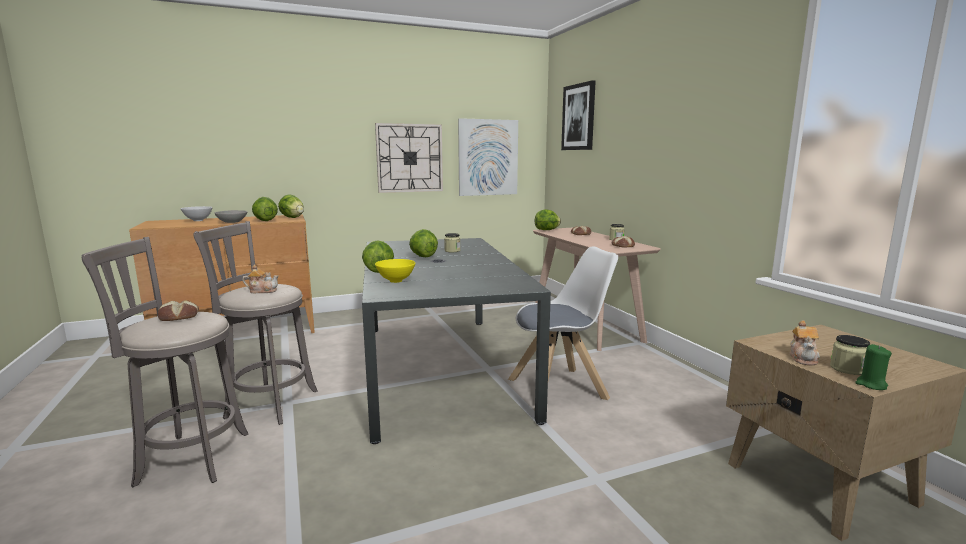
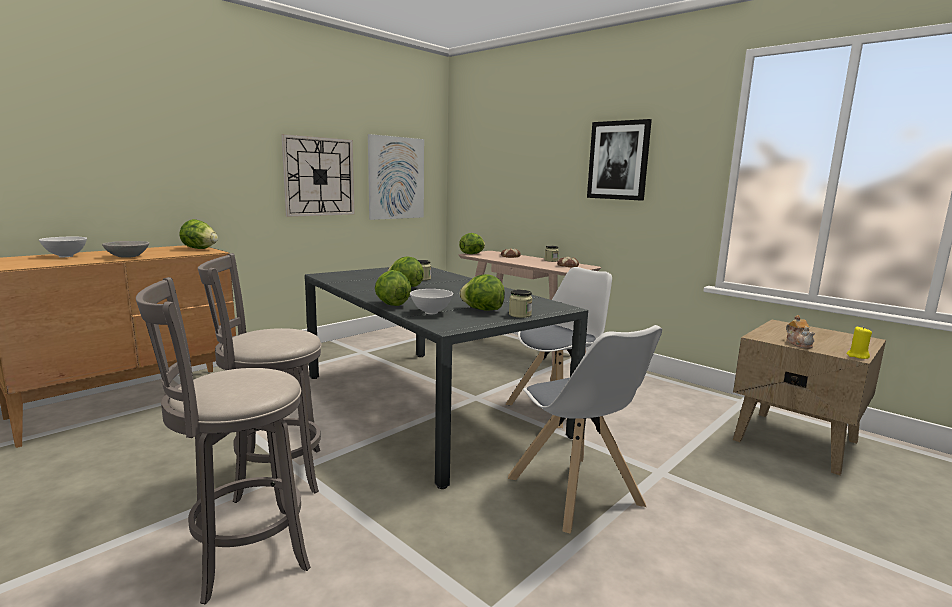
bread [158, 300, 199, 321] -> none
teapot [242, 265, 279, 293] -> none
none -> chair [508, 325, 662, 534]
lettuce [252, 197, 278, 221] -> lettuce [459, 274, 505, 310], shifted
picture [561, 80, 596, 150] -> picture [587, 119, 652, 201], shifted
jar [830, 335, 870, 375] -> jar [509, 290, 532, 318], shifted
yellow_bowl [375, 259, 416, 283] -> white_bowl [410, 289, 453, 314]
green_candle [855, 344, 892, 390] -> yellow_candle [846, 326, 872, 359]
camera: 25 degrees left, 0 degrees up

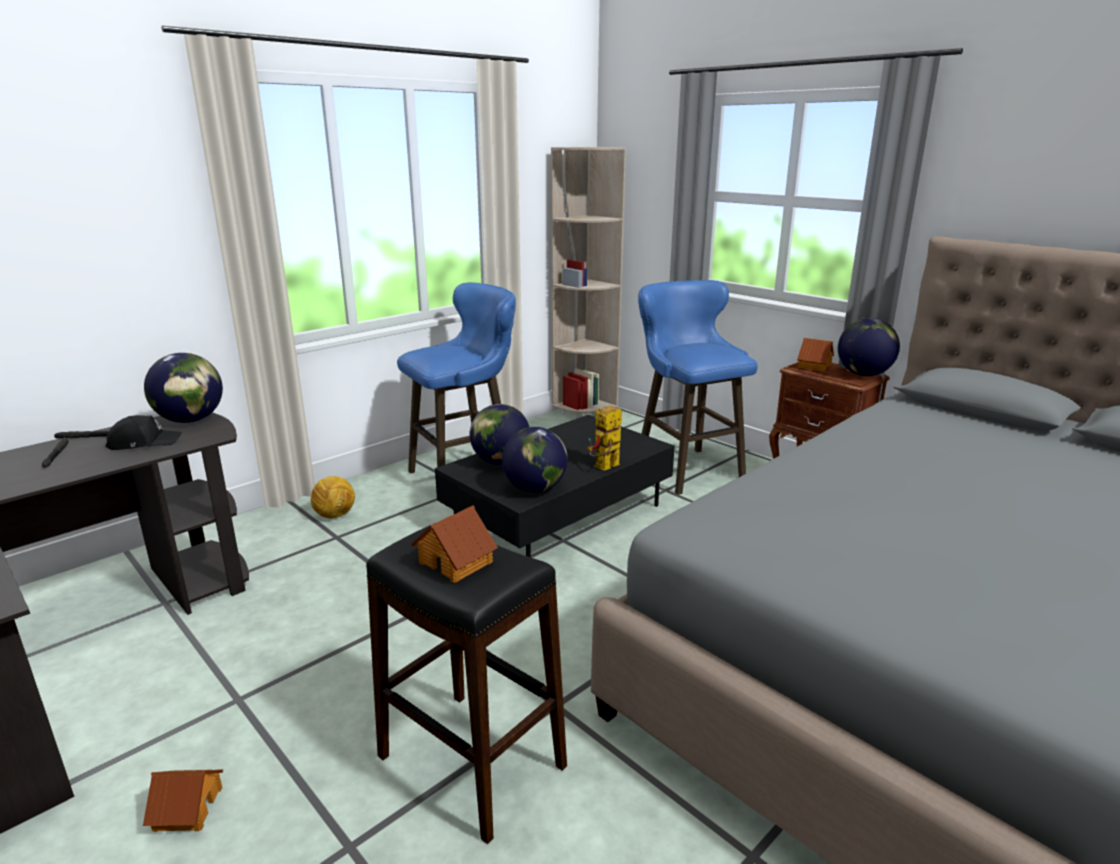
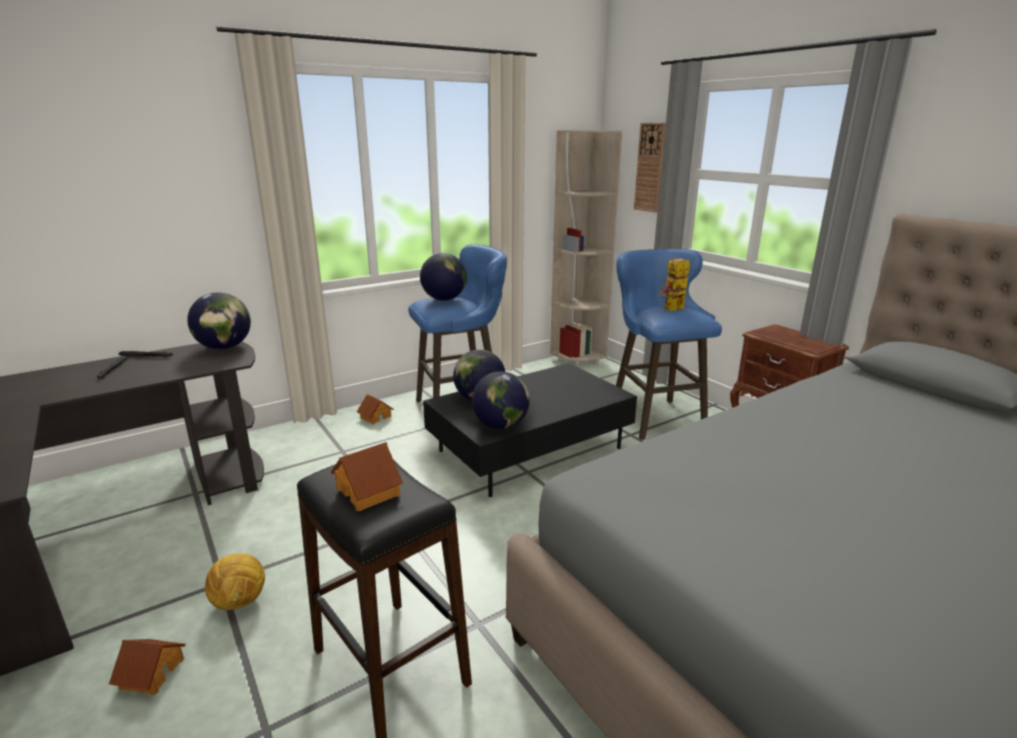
black_cap [106, 415, 182, 450] -> none
none -> wall_clock [634, 123, 666, 213]
football [311, 476, 355, 519] -> football [205, 553, 265, 610], shifted
toy_robot [587, 405, 622, 471] -> toy_robot [659, 258, 690, 311], shifted
toy_house [797, 338, 834, 372] -> toy_house [357, 394, 393, 424], shifted
globe [838, 318, 900, 376] -> globe [420, 253, 467, 301], shifted
camera: 10 degrees right, 0 degrees up

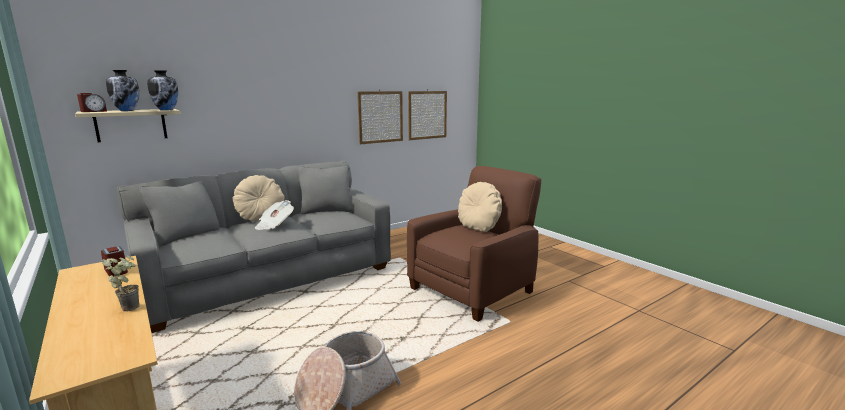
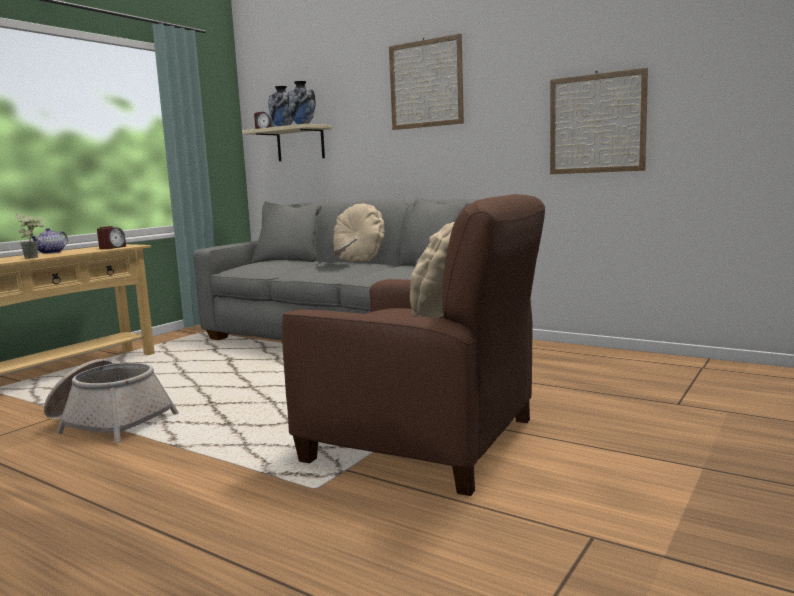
none -> teapot [32, 228, 68, 254]
picture [408, 89, 447, 140] -> picture [389, 34, 464, 130], shifted
camera: 70 degrees right, 5 degrees down

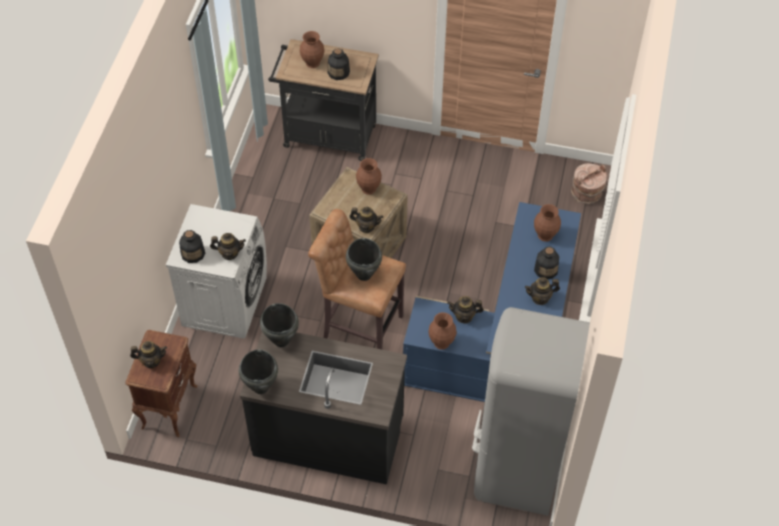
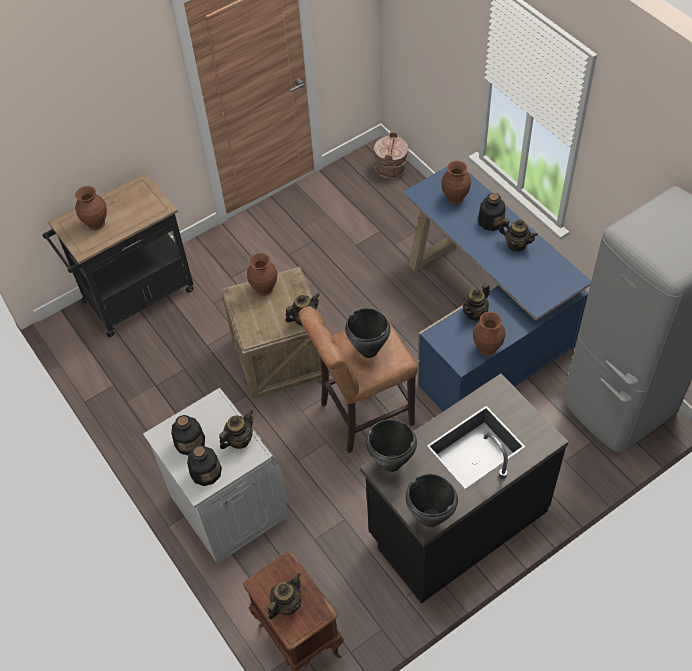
bottle [328, 48, 350, 80] -> bottle [171, 415, 205, 455], shifted
teapot [525, 277, 560, 305] -> teapot [499, 219, 538, 251], 90 degrees counterclockwise
camera: 45 degrees left, 0 degrees up

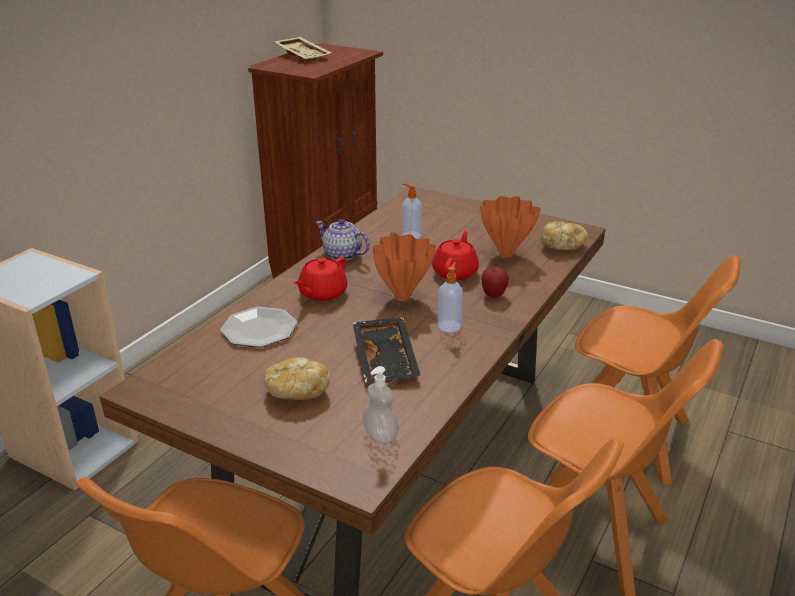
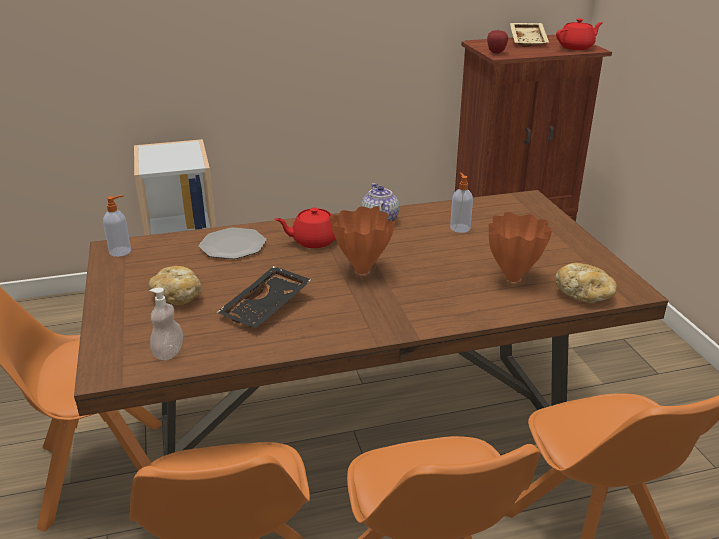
red_teapot [432, 231, 479, 280] -> red_teapot [556, 19, 603, 50], shifted
soap_dispenser [438, 262, 463, 332] -> soap_dispenser [103, 195, 131, 257], shifted
apple [481, 267, 509, 298] -> apple [487, 30, 508, 53], shifted
camera: 45 degrees right, 0 degrees up

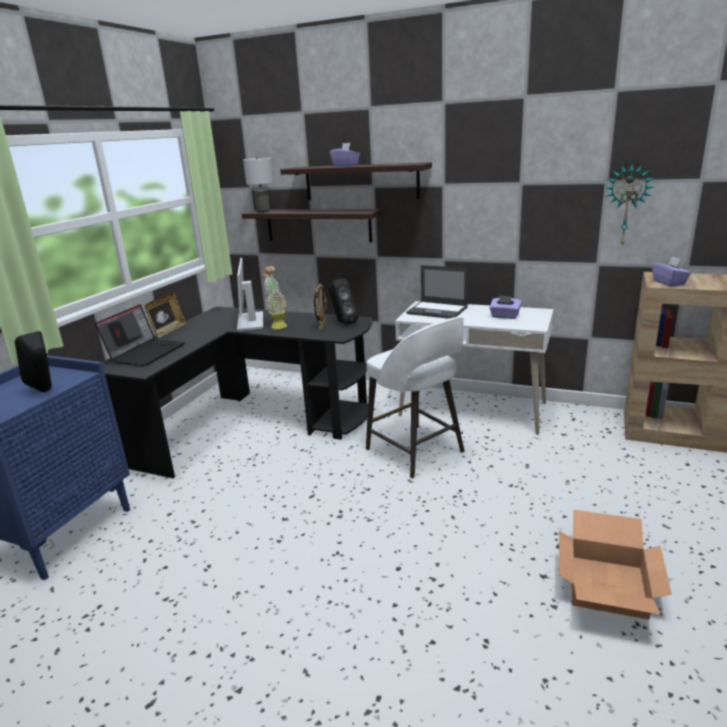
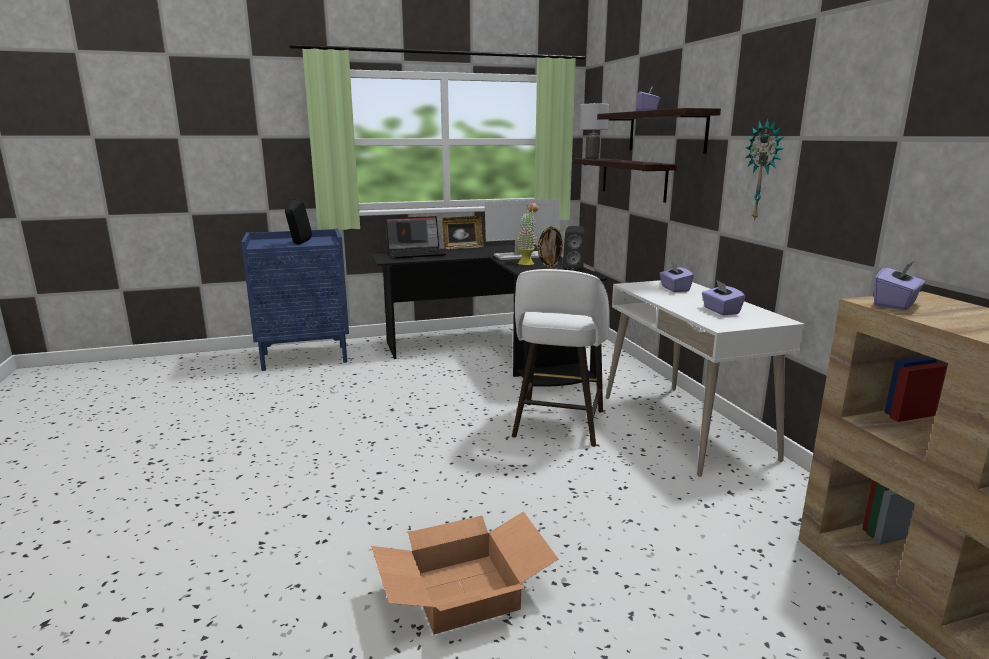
wall_clock [605, 163, 653, 245] -> wall_clock [745, 118, 784, 222], shifted
laptop [406, 265, 468, 319] -> purple_tissue_box [659, 262, 694, 292]
monitor [237, 258, 263, 331] -> monitor [485, 199, 560, 260], 150 degrees counterclockwise
camera: 50 degrees right, 5 degrees down

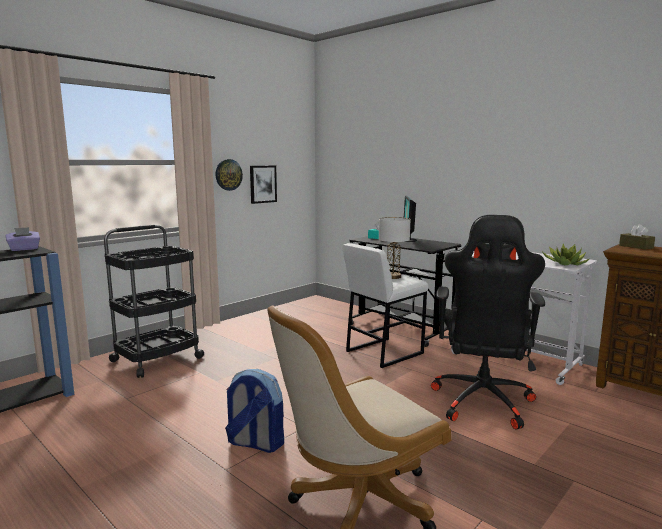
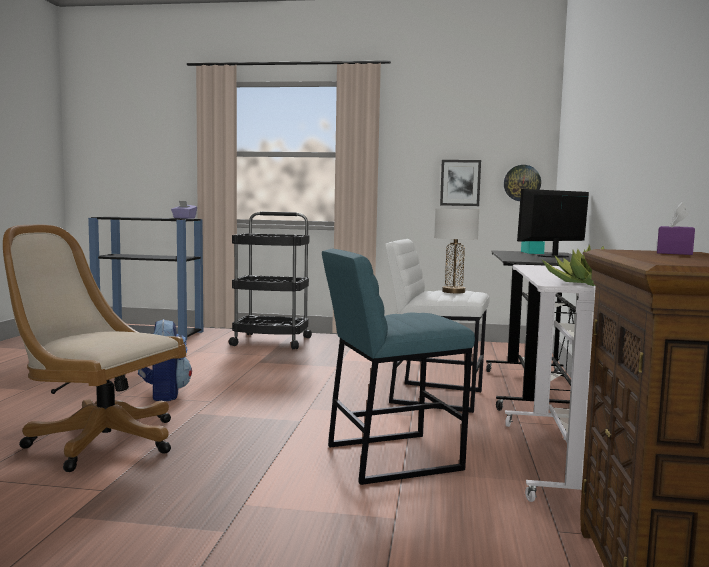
wall_clock [216, 159, 243, 191] -> wall_clock [504, 165, 541, 201], shifted
black_office_chair [431, 215, 545, 430] -> blue_stool [322, 249, 475, 485]
brown_tissue_box [619, 224, 655, 249] -> purple_tissue_box [657, 202, 695, 255]
camera: 55 degrees right, 5 degrees down

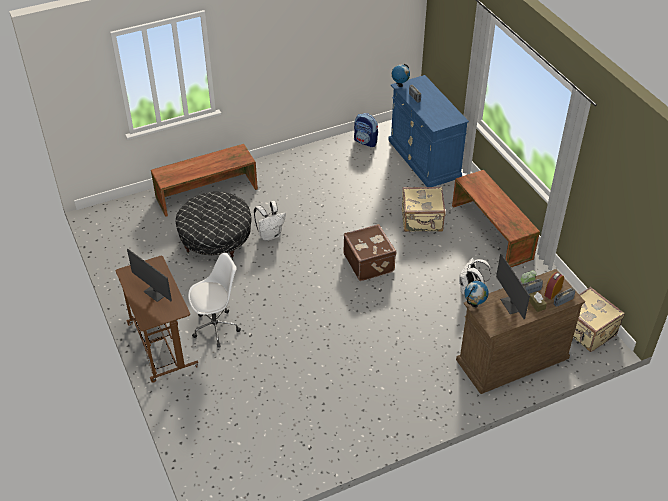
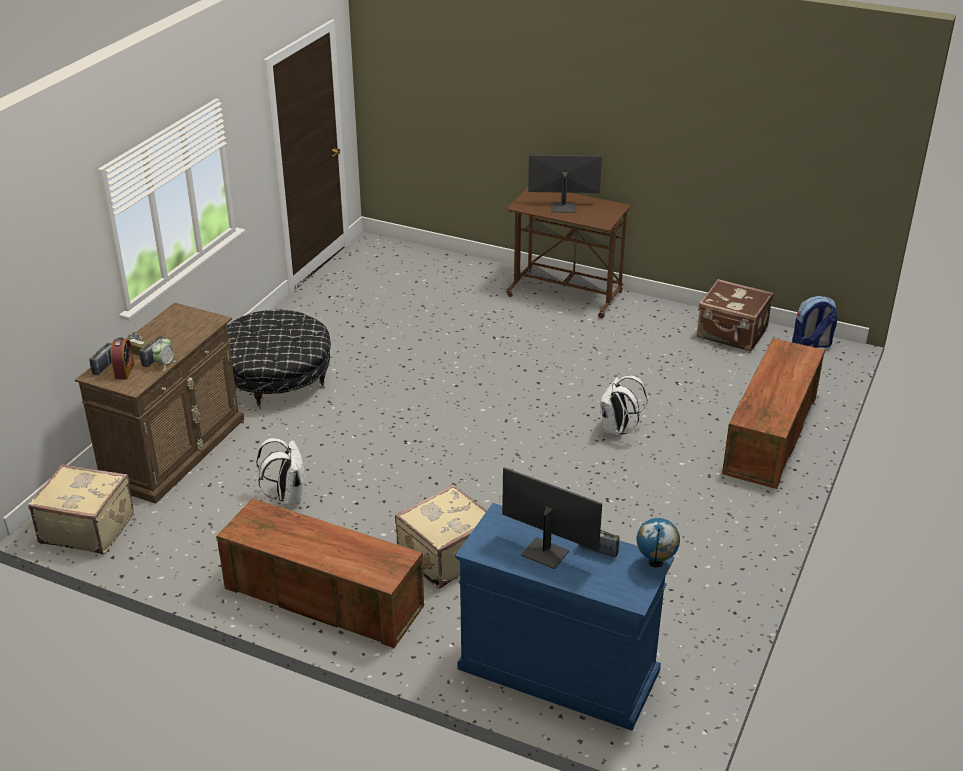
white_office_chair [188, 253, 241, 347] -> none
globe [464, 281, 489, 307] -> none
black_ottoman [176, 192, 252, 260] -> black_ottoman [227, 310, 331, 409], shifted
brown_suitcase [343, 224, 396, 281] -> brown_suitcase [697, 279, 773, 352], shifted
backpack [354, 113, 378, 147] -> backpack [792, 296, 838, 348], shifted
monitor [496, 253, 530, 319] -> monitor [502, 467, 602, 569], shifted
camera: 140 degrees right, 10 degrees down

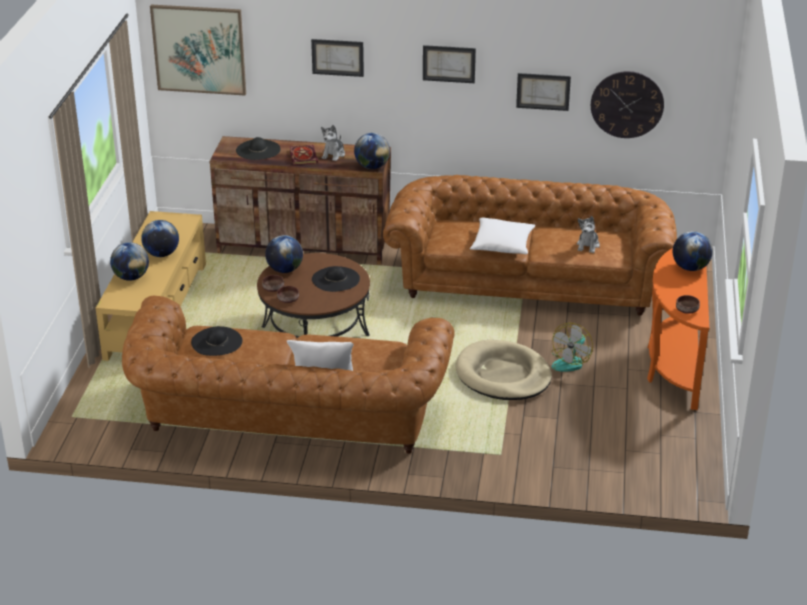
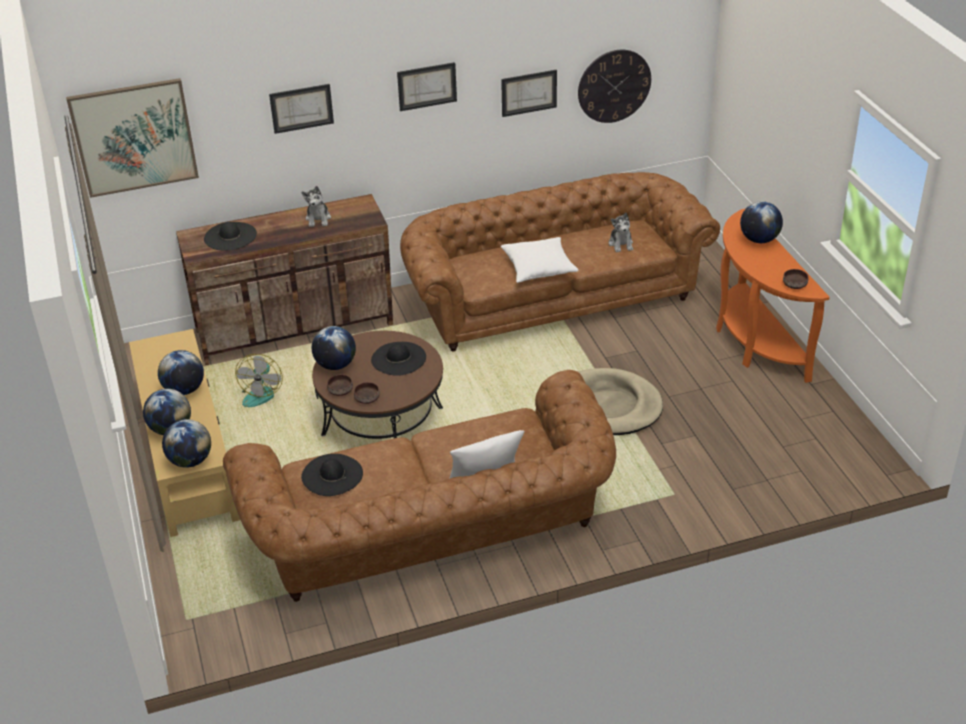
book [290, 145, 318, 165] -> none
globe [354, 133, 390, 169] -> globe [162, 419, 211, 468], shifted
fan [551, 323, 593, 372] -> fan [235, 354, 283, 407], shifted
camera: 25 degrees left, 5 degrees up

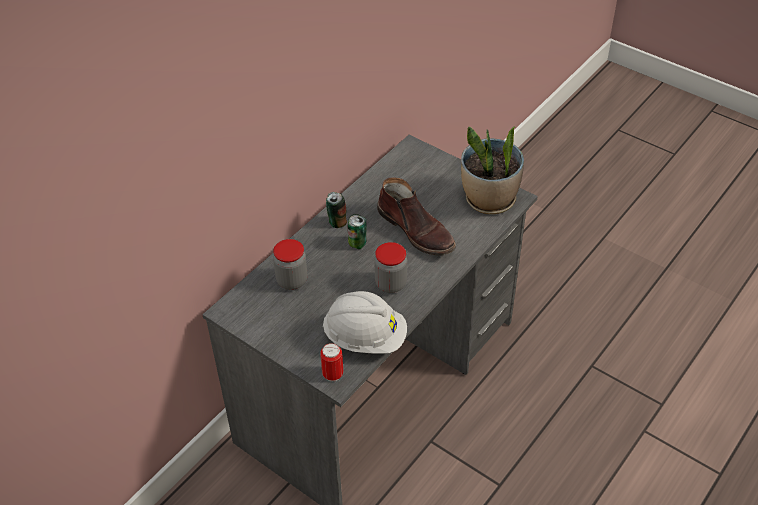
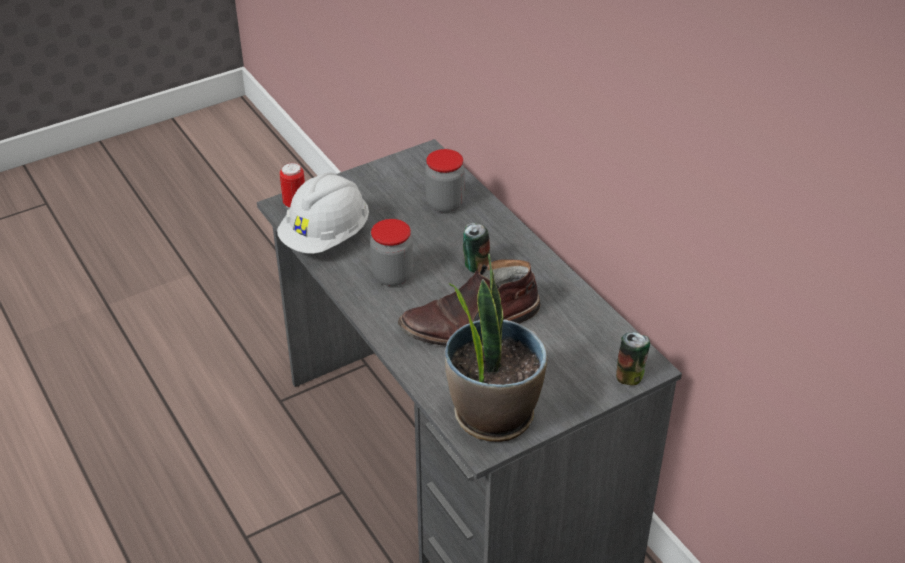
can [326, 192, 347, 228] -> can [616, 332, 650, 386], shifted
camera: 110 degrees right, 5 degrees down

